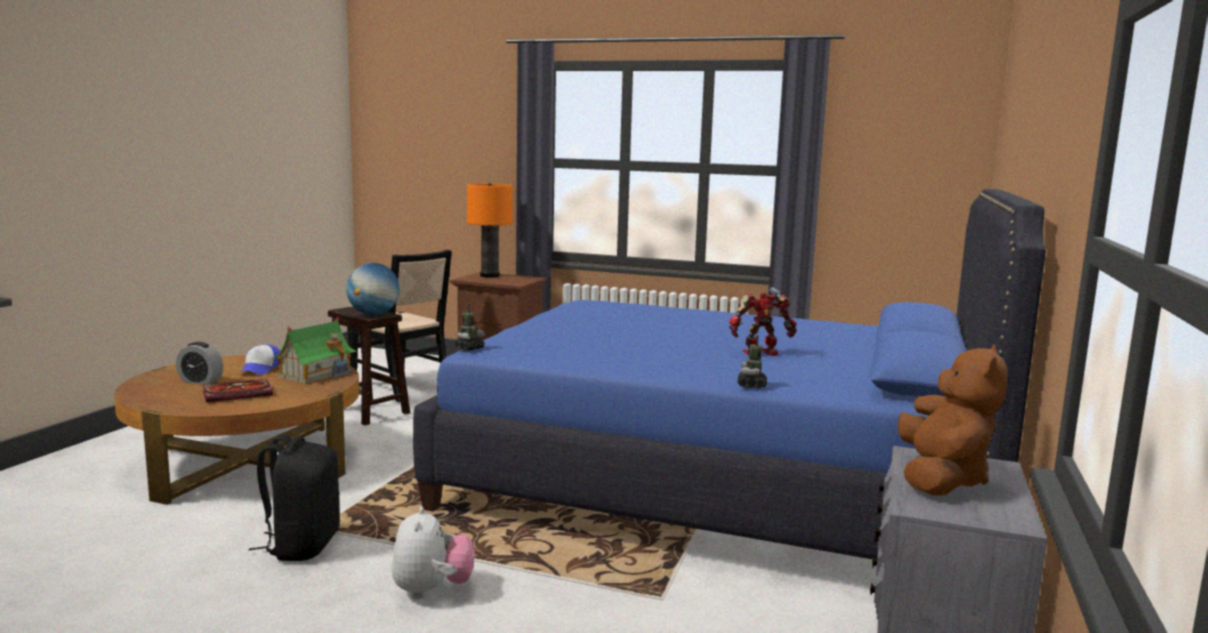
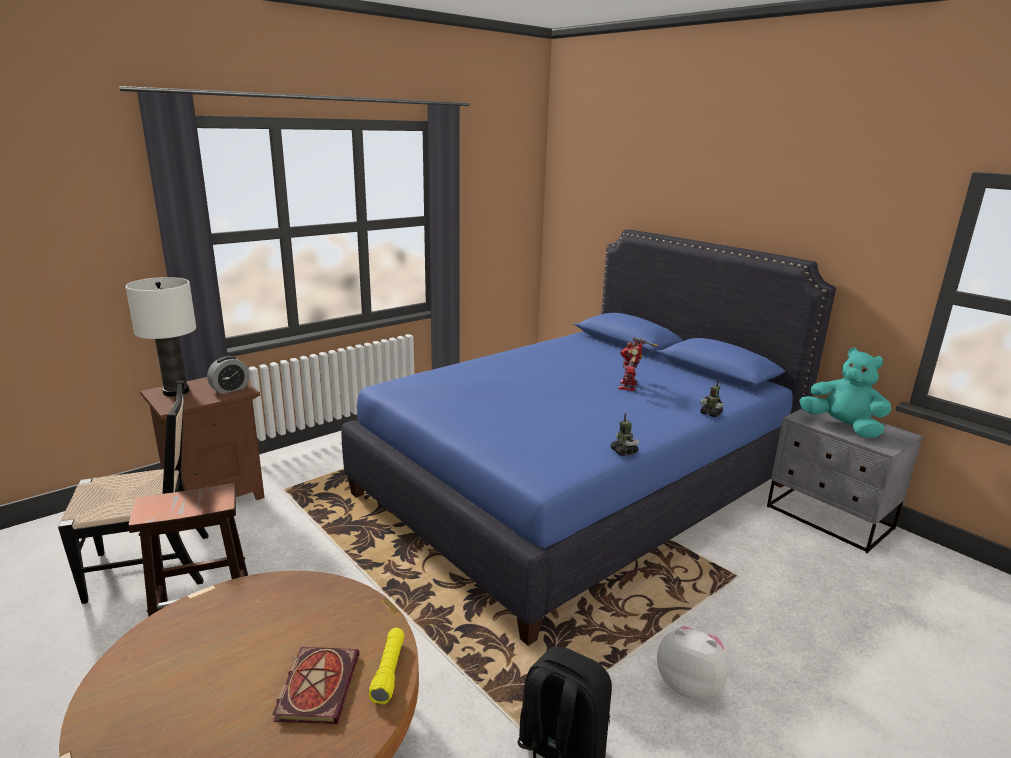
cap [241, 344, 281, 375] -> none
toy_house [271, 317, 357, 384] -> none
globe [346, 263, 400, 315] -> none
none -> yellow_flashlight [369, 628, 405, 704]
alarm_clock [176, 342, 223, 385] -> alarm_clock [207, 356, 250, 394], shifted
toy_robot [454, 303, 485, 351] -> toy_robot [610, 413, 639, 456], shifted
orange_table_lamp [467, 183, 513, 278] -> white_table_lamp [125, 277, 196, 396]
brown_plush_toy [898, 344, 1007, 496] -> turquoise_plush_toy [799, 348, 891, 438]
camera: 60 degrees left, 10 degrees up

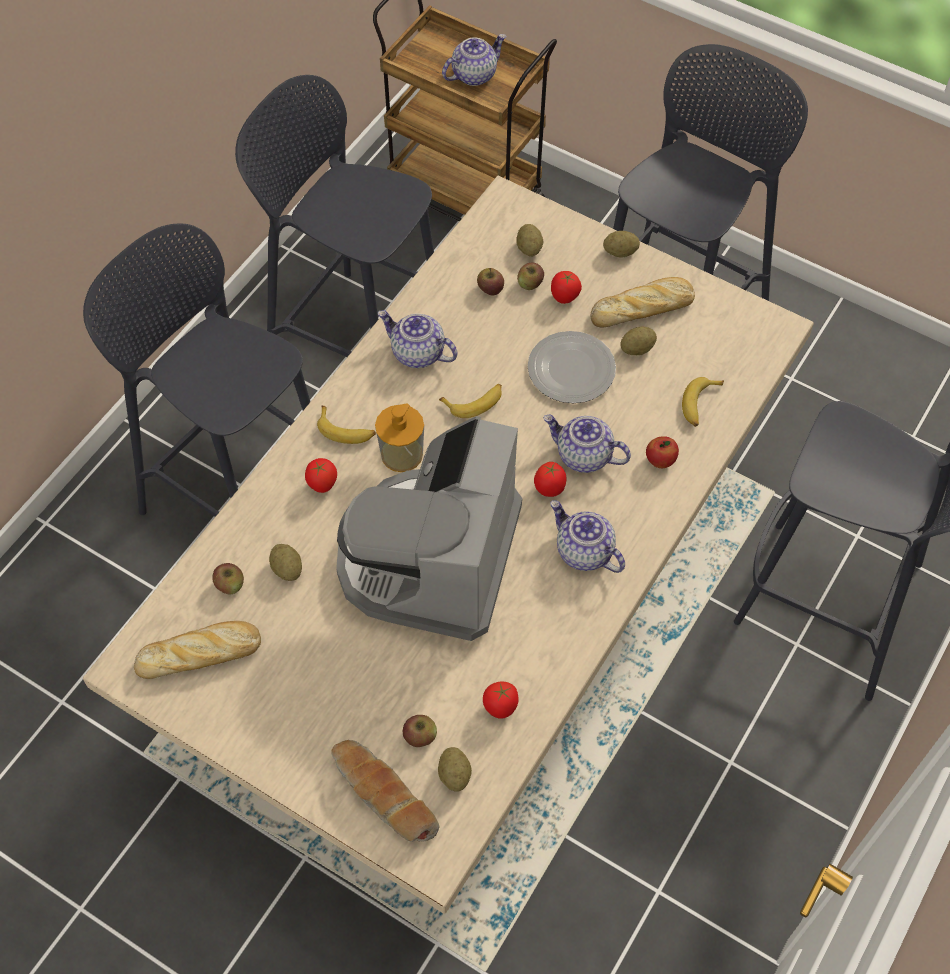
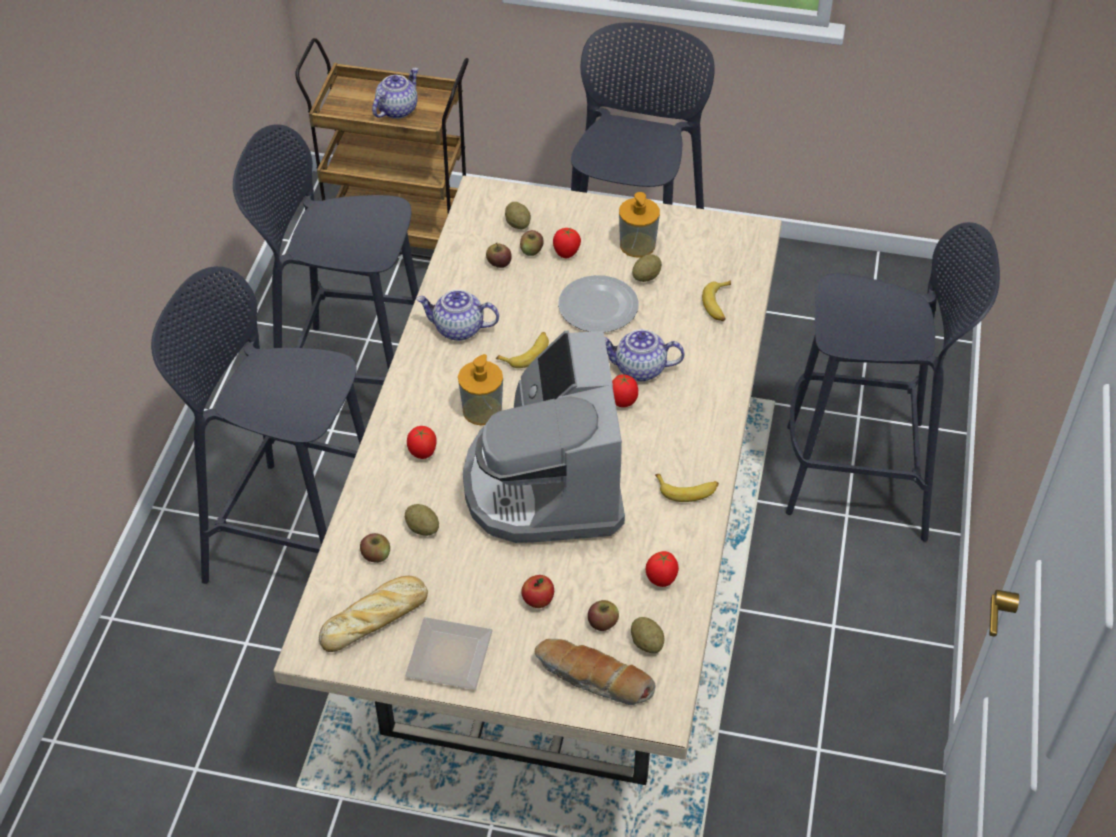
teapot [550, 500, 625, 573] -> none
potato [603, 231, 640, 258] -> none
none -> plate [405, 617, 493, 690]
banana [317, 406, 376, 444] -> banana [655, 474, 719, 502], shifted
apple [646, 436, 679, 468] -> apple [521, 575, 554, 608], shifted
bread [591, 277, 695, 328] -> soap_dispenser [619, 192, 660, 257]
camera: 20 degrees left, 10 degrees down

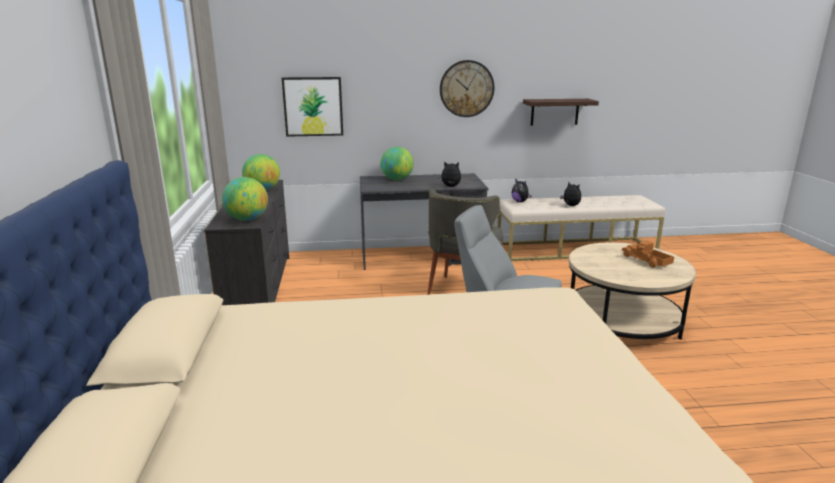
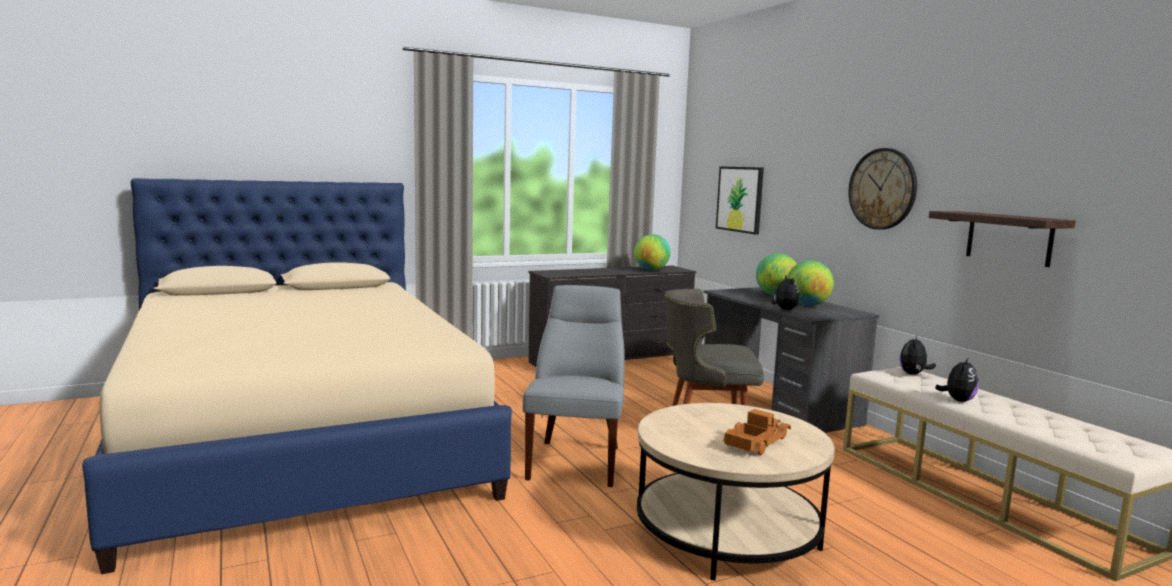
globe [222, 177, 268, 221] -> globe [787, 260, 834, 306], shifted
camera: 70 degrees right, 10 degrees down

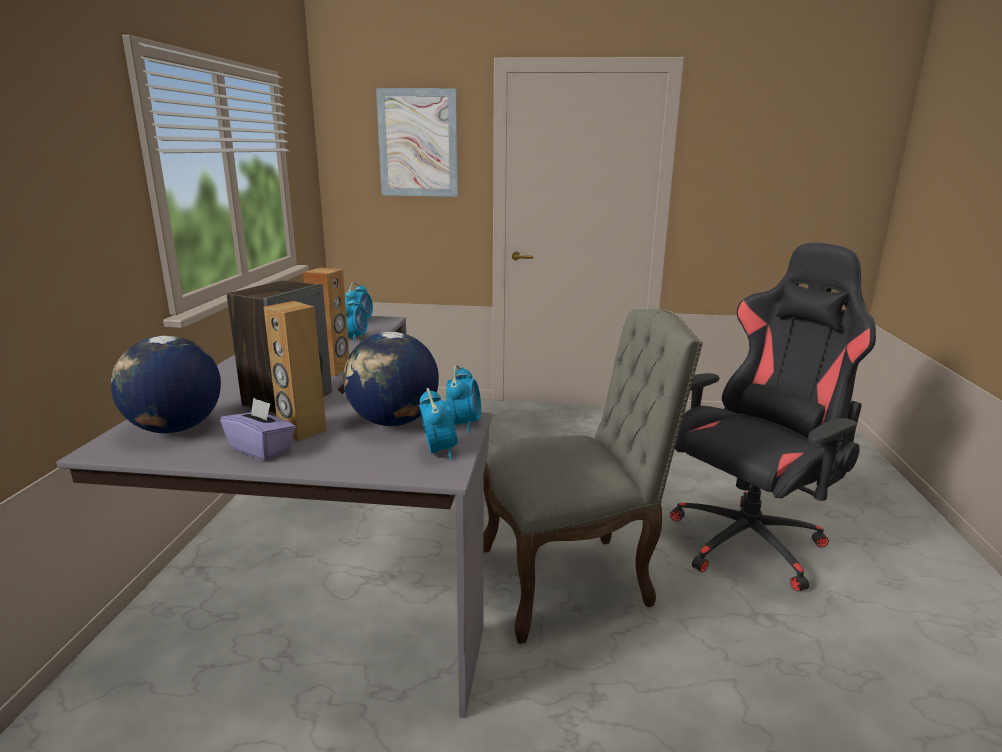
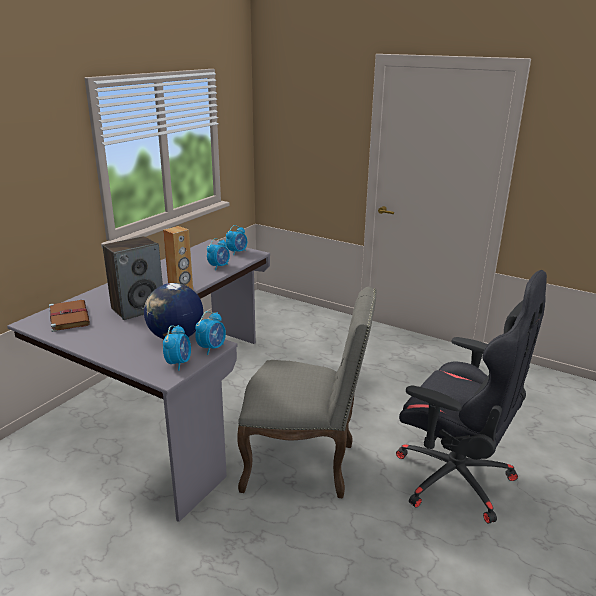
purple_tissue_box [220, 397, 296, 461] -> none
brown_speaker [264, 301, 327, 441] -> none
picture [376, 88, 458, 197] -> none
globe [111, 336, 221, 433] -> brown_book [49, 300, 90, 332]
black_office_chair [670, 243, 876, 591] -> black_office_chair [396, 270, 547, 524], 45 degrees clockwise
camera: 25 degrees right, 5 degrees up

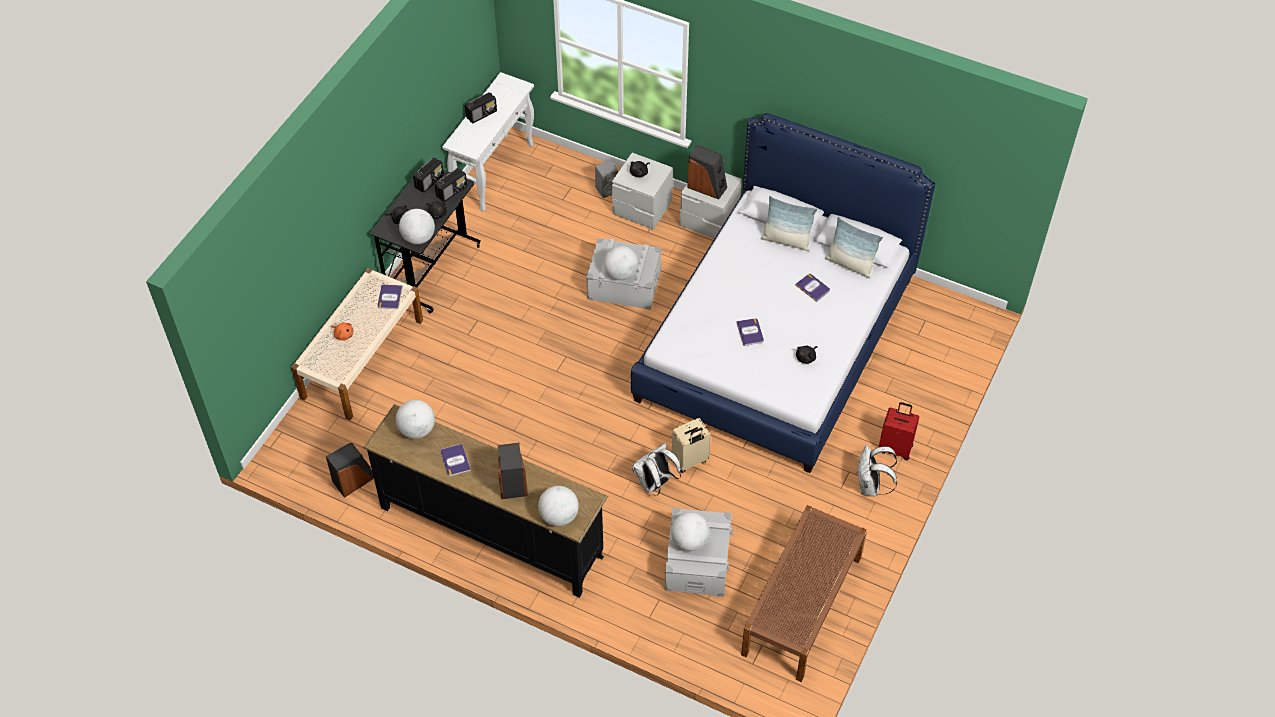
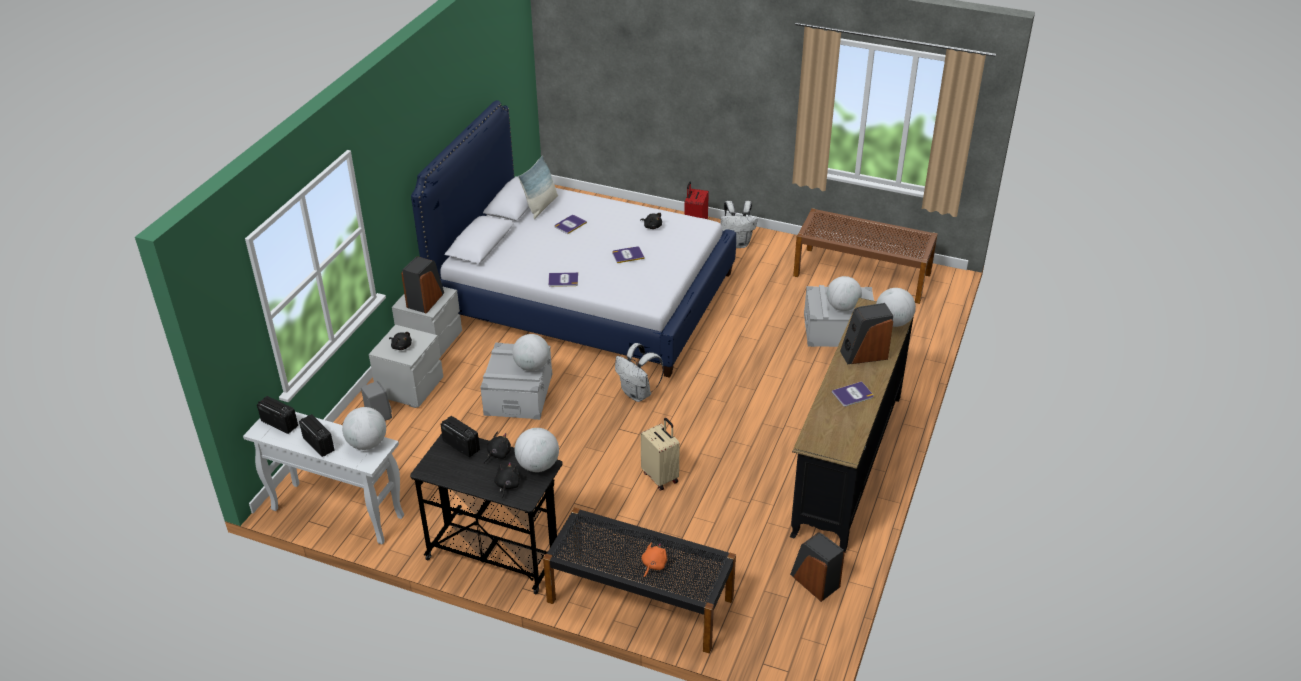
pillow [760, 196, 817, 251] -> none
book [378, 284, 403, 309] -> book [548, 272, 578, 287], shifted
globe [396, 400, 435, 439] -> globe [342, 407, 386, 450], shifted
radio [413, 157, 444, 193] -> radio [257, 396, 298, 434], shifted
white_backpack [632, 443, 681, 496] -> white_backpack [615, 343, 664, 402], shifted
beige_suitcase [672, 418, 711, 473] -> beige_suitcase [641, 418, 680, 491], shifted
beige_bench [291, 268, 423, 420] -> black_bench [543, 507, 736, 654]
camera: 95 degrees left, 15 degrees down

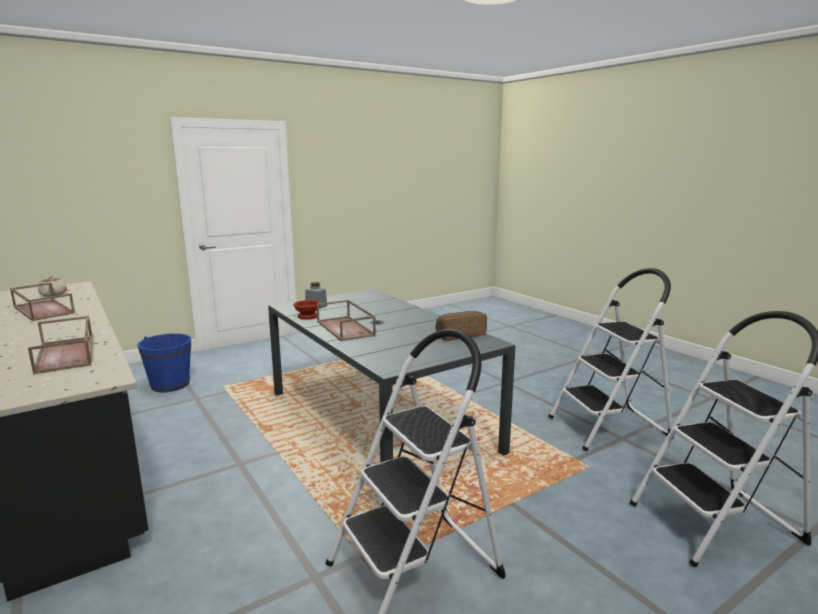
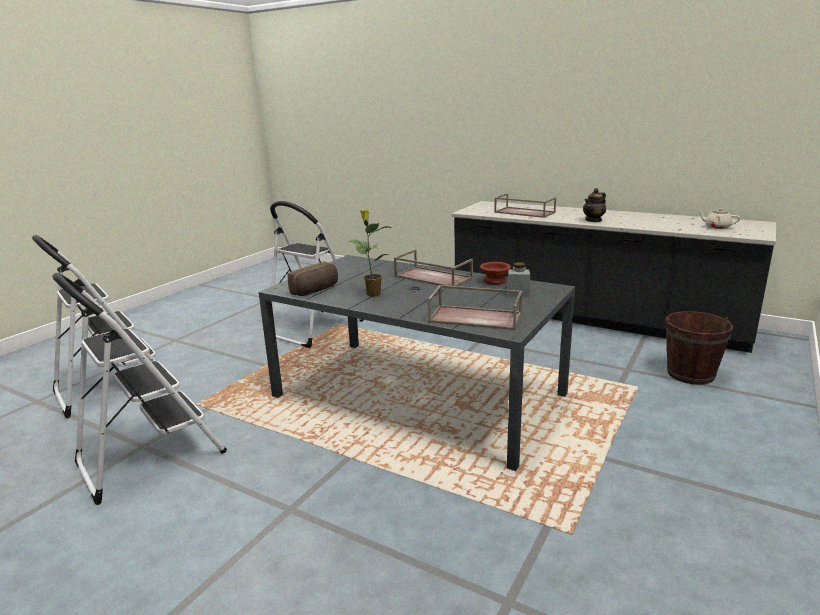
none -> potted_plant [347, 209, 392, 297]
none -> teapot [583, 188, 606, 222]
brown_tray [10, 283, 75, 321] -> brown_tray [428, 285, 523, 330], shifted
blue_bucket [137, 333, 191, 392] -> brown_bucket [666, 311, 733, 385]
camera: 155 degrees right, 5 degrees up

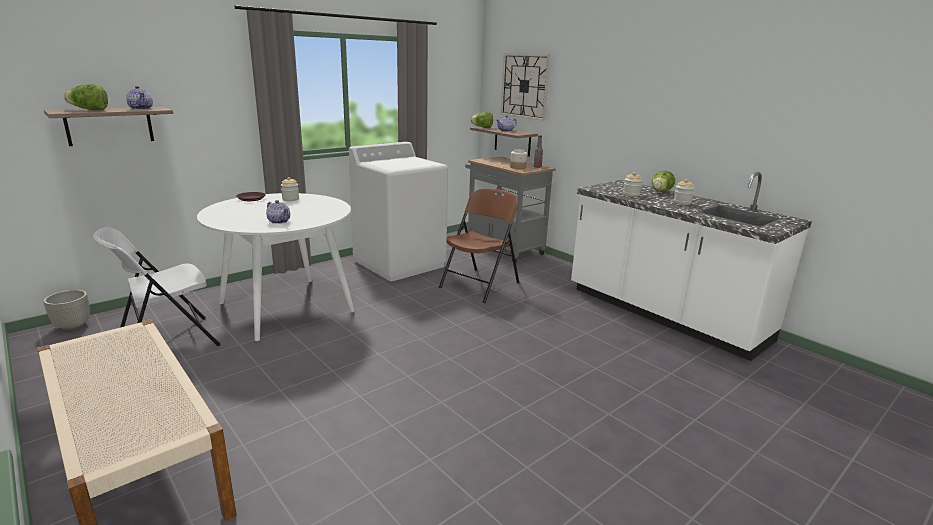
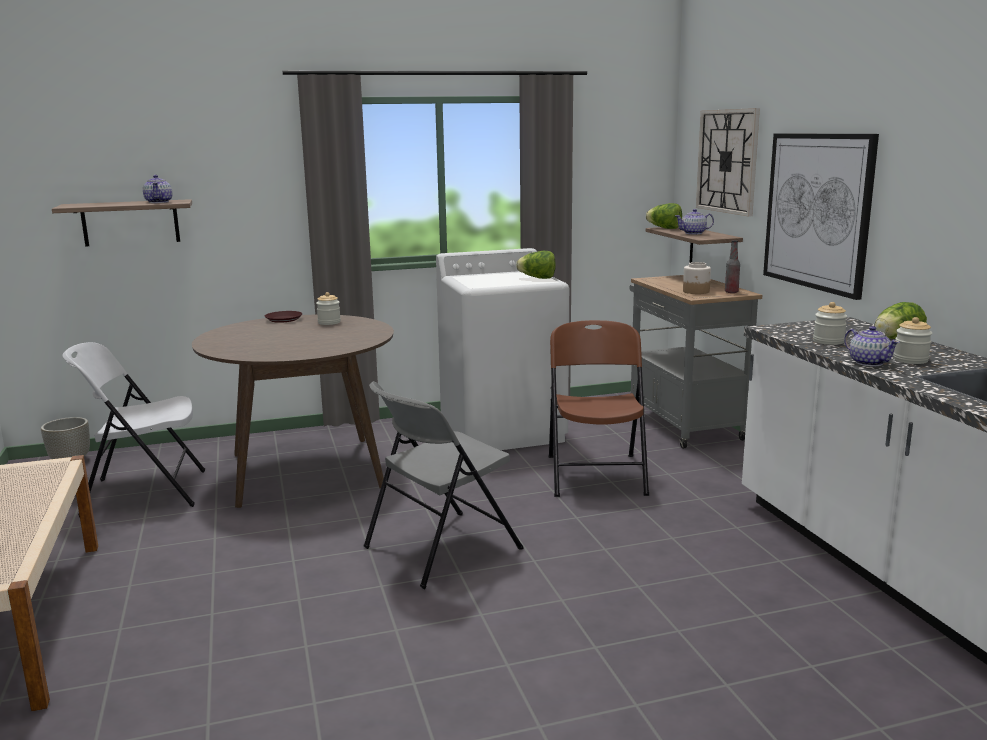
none -> grey_chair [364, 381, 524, 590]
none -> picture [763, 133, 879, 300]
lettuce [64, 84, 108, 110] -> lettuce [516, 251, 556, 279], shifted
teapot [266, 200, 290, 224] -> teapot [844, 326, 900, 366], shifted
white_dining_table [197, 193, 355, 341] -> brown_dining_table [192, 315, 394, 508]
brown_chair [439, 189, 520, 303] -> brown_chair [548, 320, 649, 497], 60 degrees counterclockwise
camera: 25 degrees right, 5 degrees down

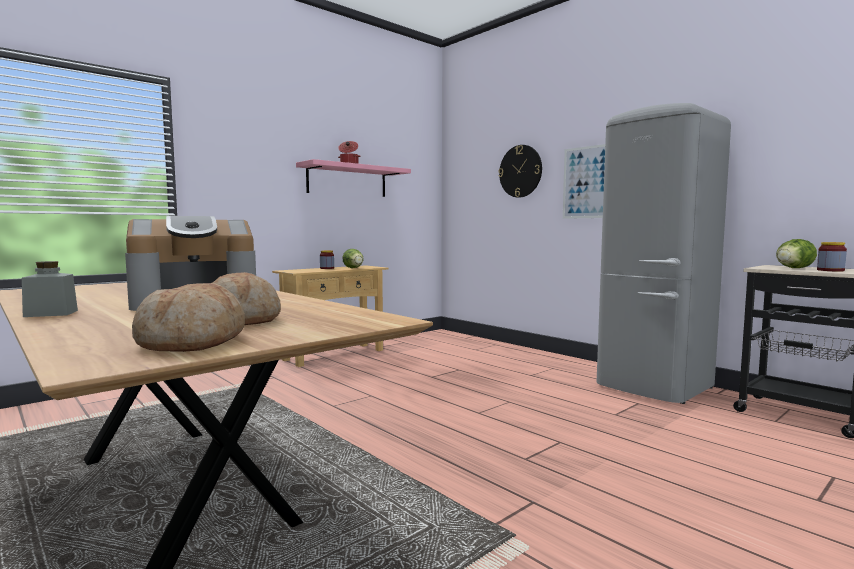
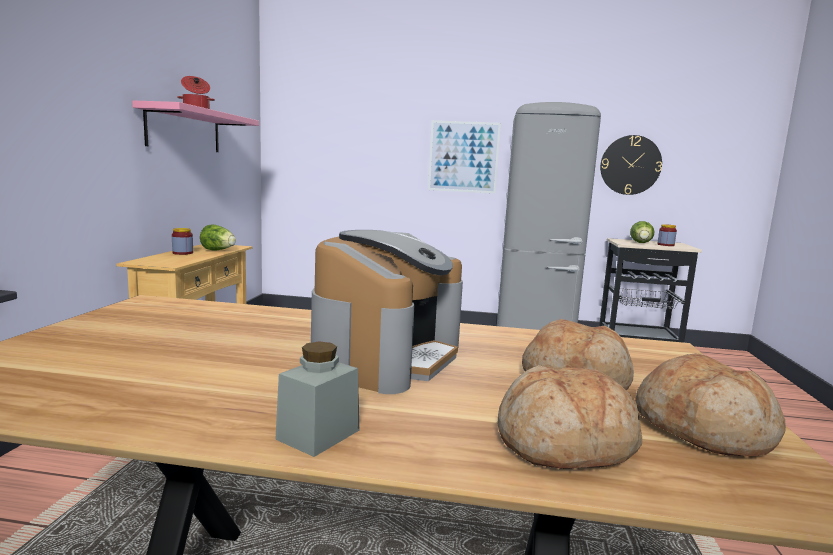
none -> bread [498, 365, 642, 469]
wall_clock [498, 145, 542, 198] -> wall_clock [600, 135, 662, 195], shifted
camera: 40 degrees left, 5 degrees up

